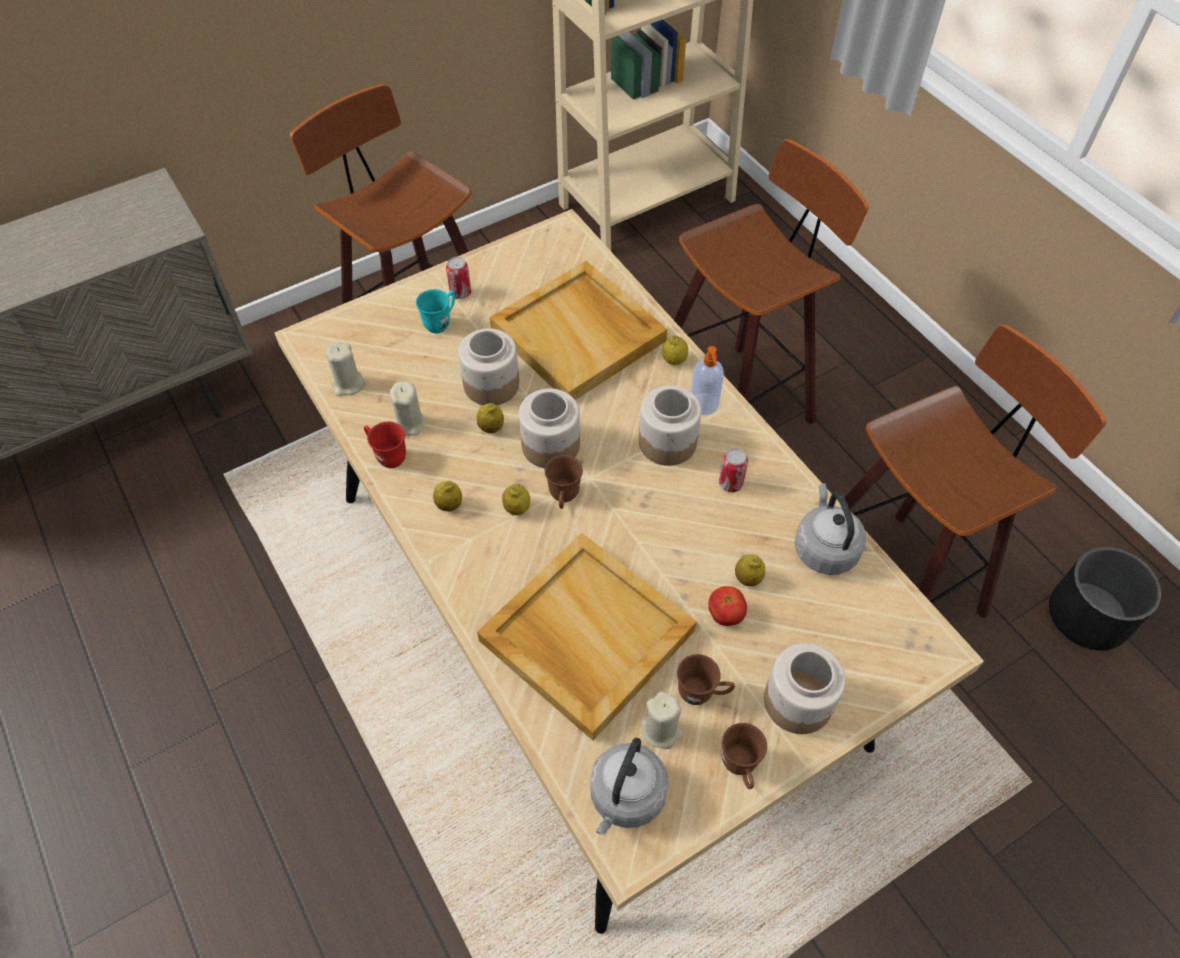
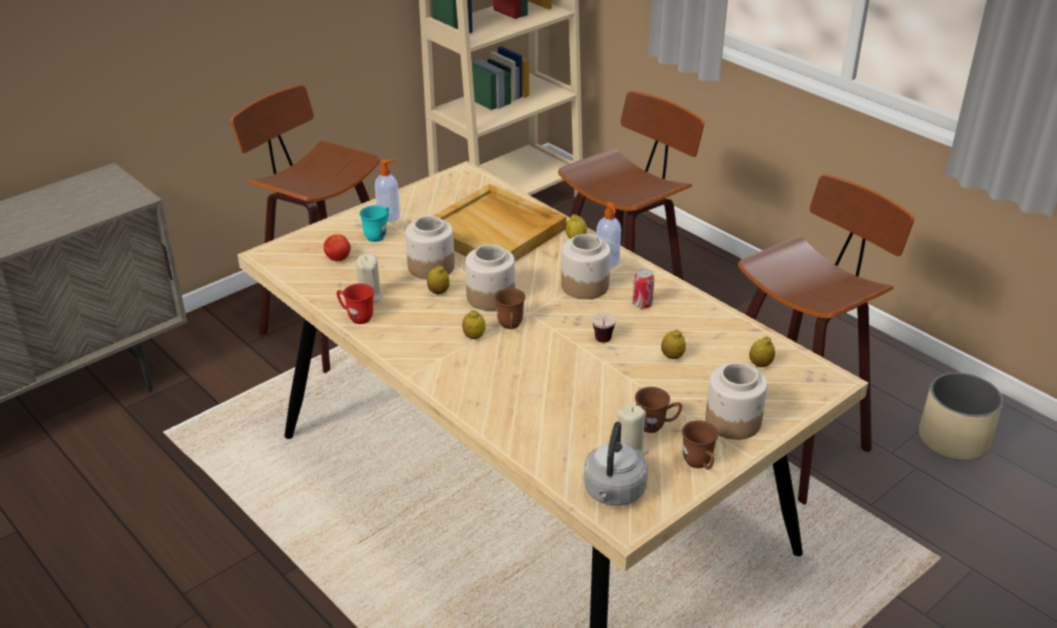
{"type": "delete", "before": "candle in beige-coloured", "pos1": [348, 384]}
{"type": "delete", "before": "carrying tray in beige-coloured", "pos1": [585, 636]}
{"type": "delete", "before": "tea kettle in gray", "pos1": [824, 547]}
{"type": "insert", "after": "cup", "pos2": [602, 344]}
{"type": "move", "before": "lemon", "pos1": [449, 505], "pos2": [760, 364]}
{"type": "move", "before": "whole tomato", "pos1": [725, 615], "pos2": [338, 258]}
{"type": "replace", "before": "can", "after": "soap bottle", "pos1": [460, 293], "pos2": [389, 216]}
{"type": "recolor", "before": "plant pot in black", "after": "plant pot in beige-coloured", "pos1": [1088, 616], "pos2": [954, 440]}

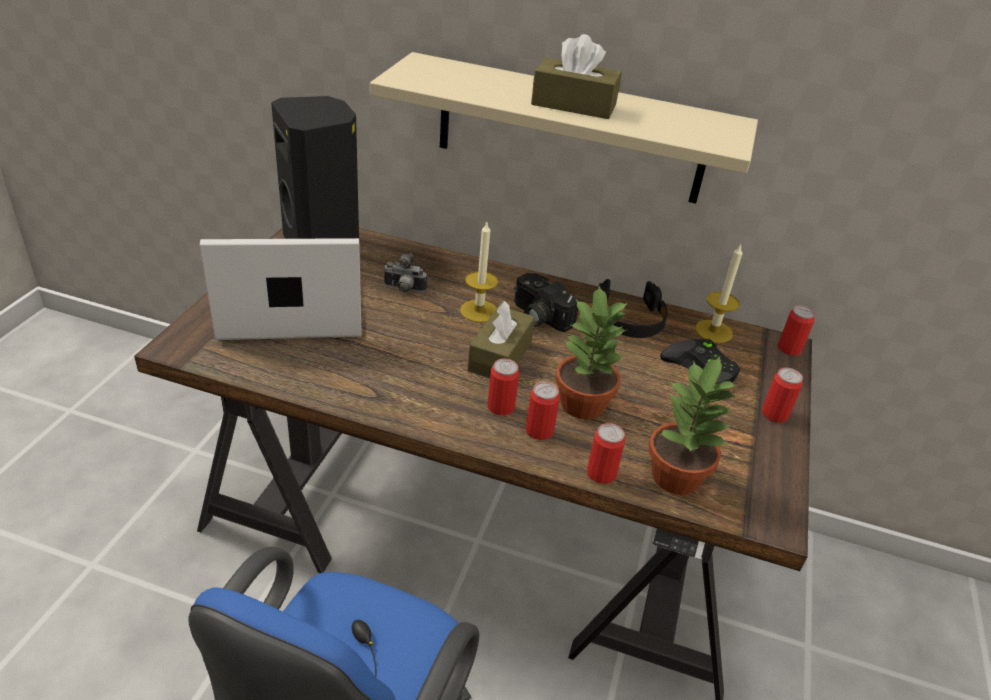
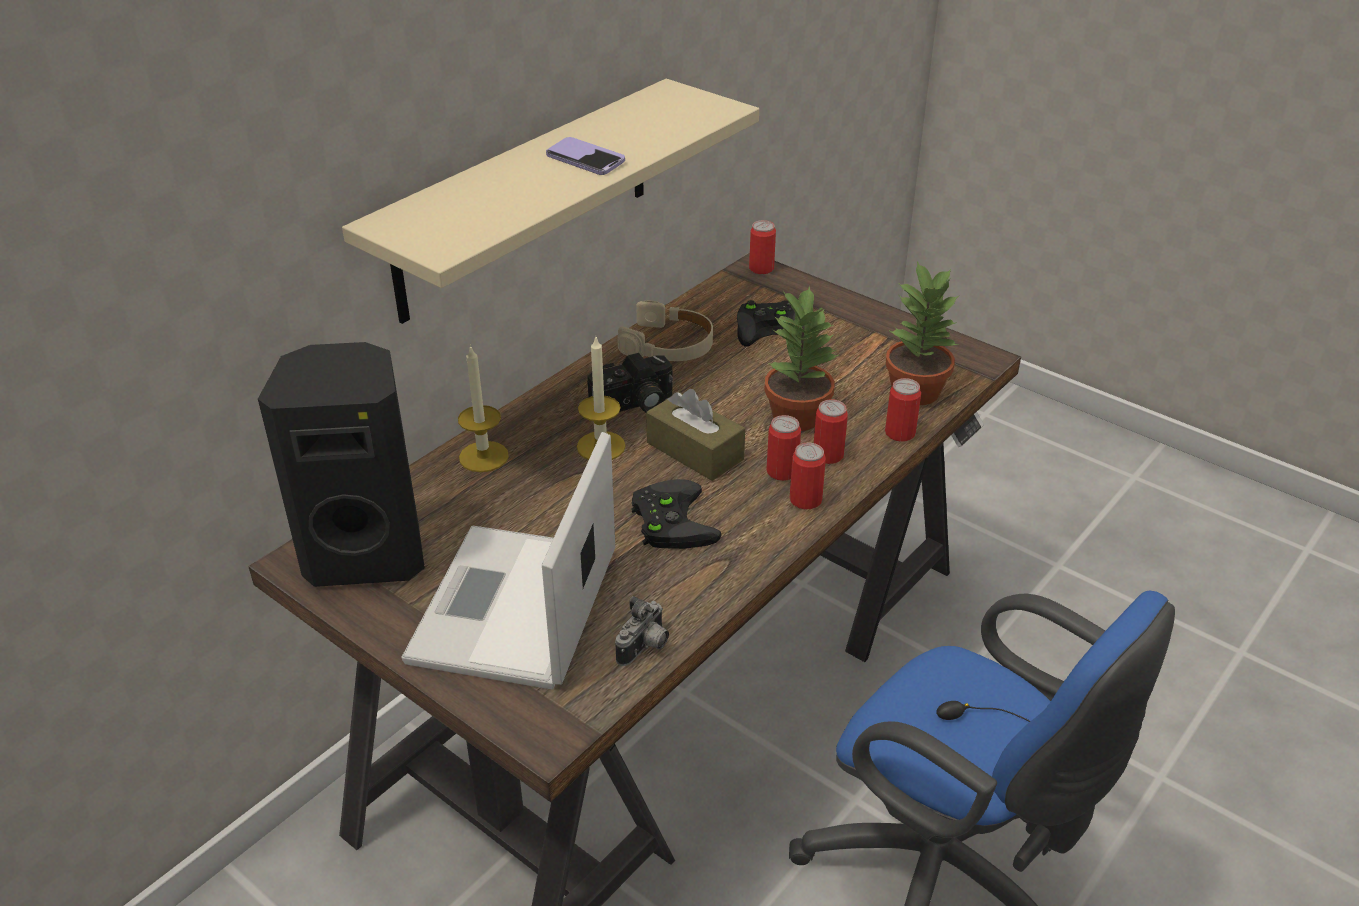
{"type": "insert", "after": "game controller in black", "pos2": [669, 520]}
{"type": "move", "before": "photo camera", "pos1": [404, 290], "pos2": [645, 648]}
{"type": "move", "before": "candle", "pos1": [713, 331], "pos2": [483, 456]}
{"type": "move", "before": "can", "pos1": [774, 414], "pos2": [805, 500]}
{"type": "replace", "before": "box of tissues in brown-coloured", "after": "phone", "pos1": [573, 105], "pos2": [585, 159]}
{"type": "recolor", "before": "headset in black", "after": "headset in beige-coloured", "pos1": [630, 319], "pos2": [668, 345]}

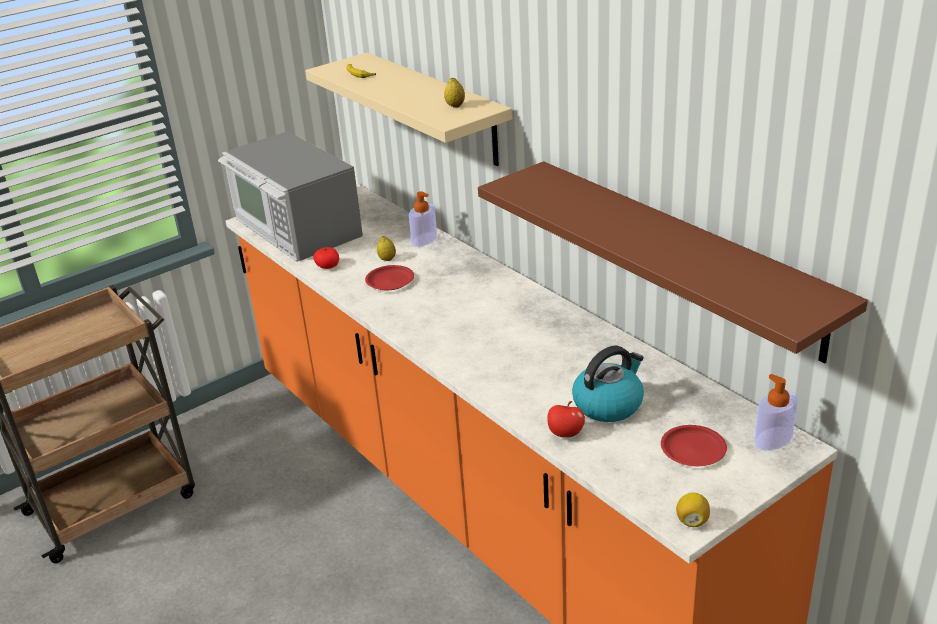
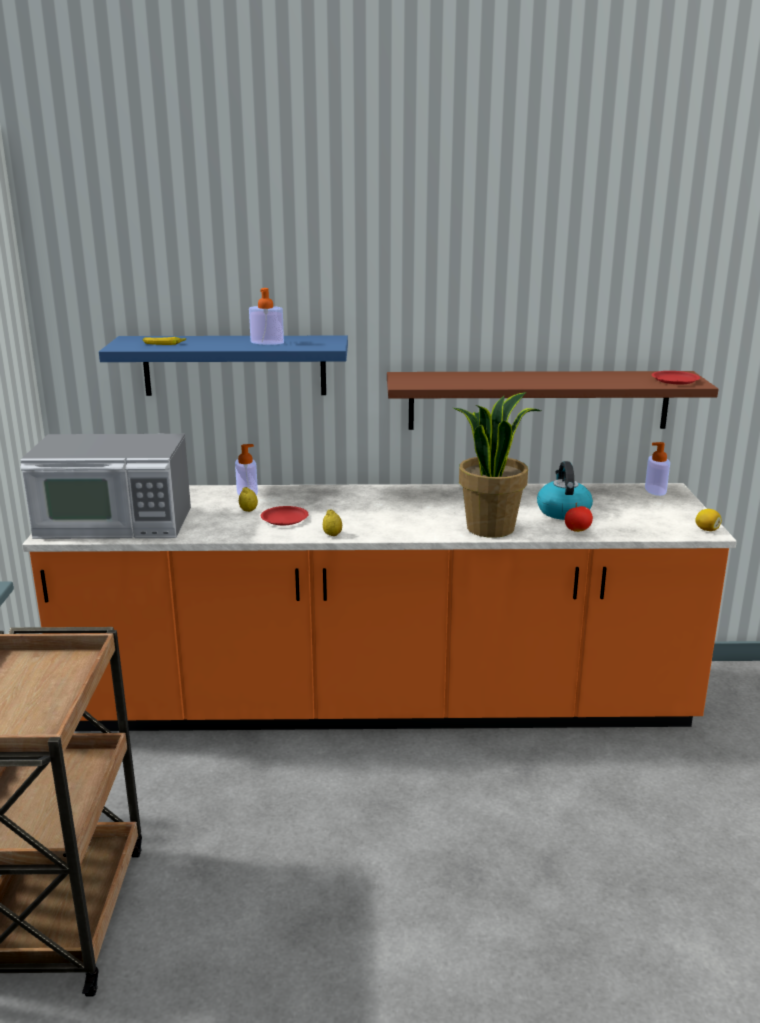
{"type": "delete", "before": "whole tomato", "pos1": [328, 266]}
{"type": "insert", "after": "soap bottle", "pos2": [267, 342]}
{"type": "insert", "after": "potted plant", "pos2": [490, 528]}
{"type": "move", "before": "lemon", "pos1": [455, 106], "pos2": [332, 535]}
{"type": "move", "before": "flat dish in red-coloured", "pos1": [693, 449], "pos2": [674, 380]}
{"type": "recolor", "before": "bracket shelf in beige-coloured", "after": "bracket shelf in blue", "pos1": [436, 108], "pos2": [234, 365]}

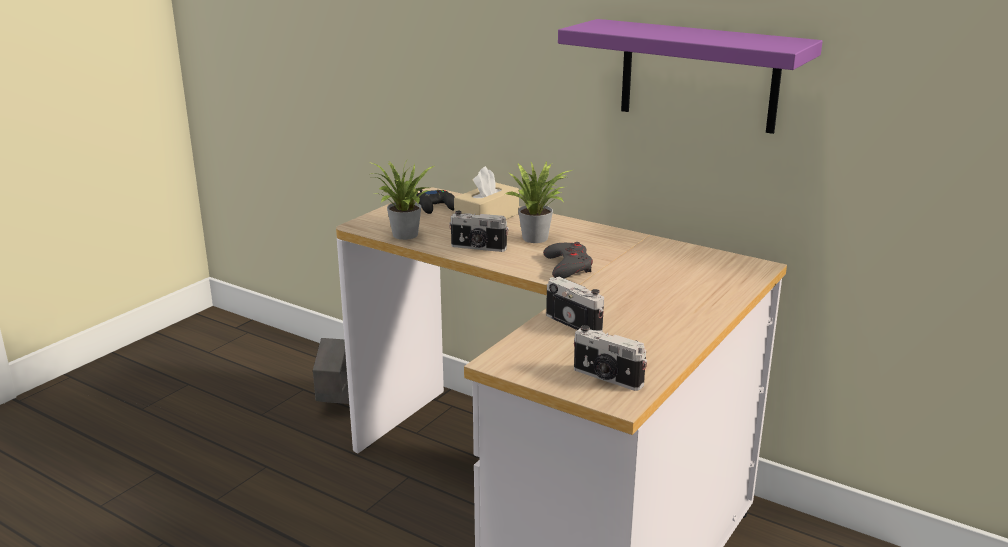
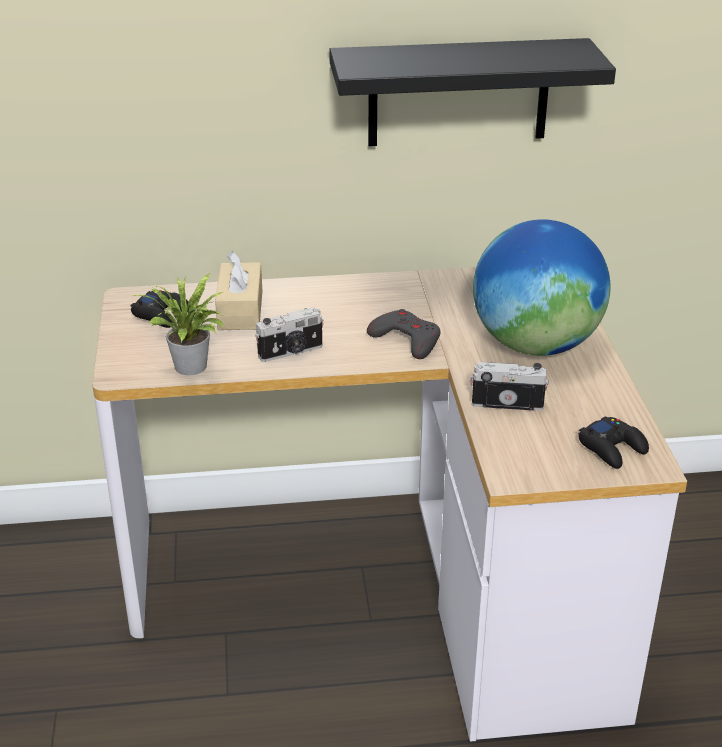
{"type": "delete", "before": "plant pot in gray", "pos1": [339, 402]}
{"type": "delete", "before": "potted plant", "pos1": [538, 238]}
{"type": "insert", "after": "desk globe", "pos2": [535, 345]}
{"type": "replace", "before": "photo camera", "after": "game controller in black", "pos1": [607, 378], "pos2": [612, 448]}
{"type": "recolor", "before": "bracket shelf in purple", "after": "bracket shelf in black", "pos1": [698, 75], "pos2": [458, 92]}

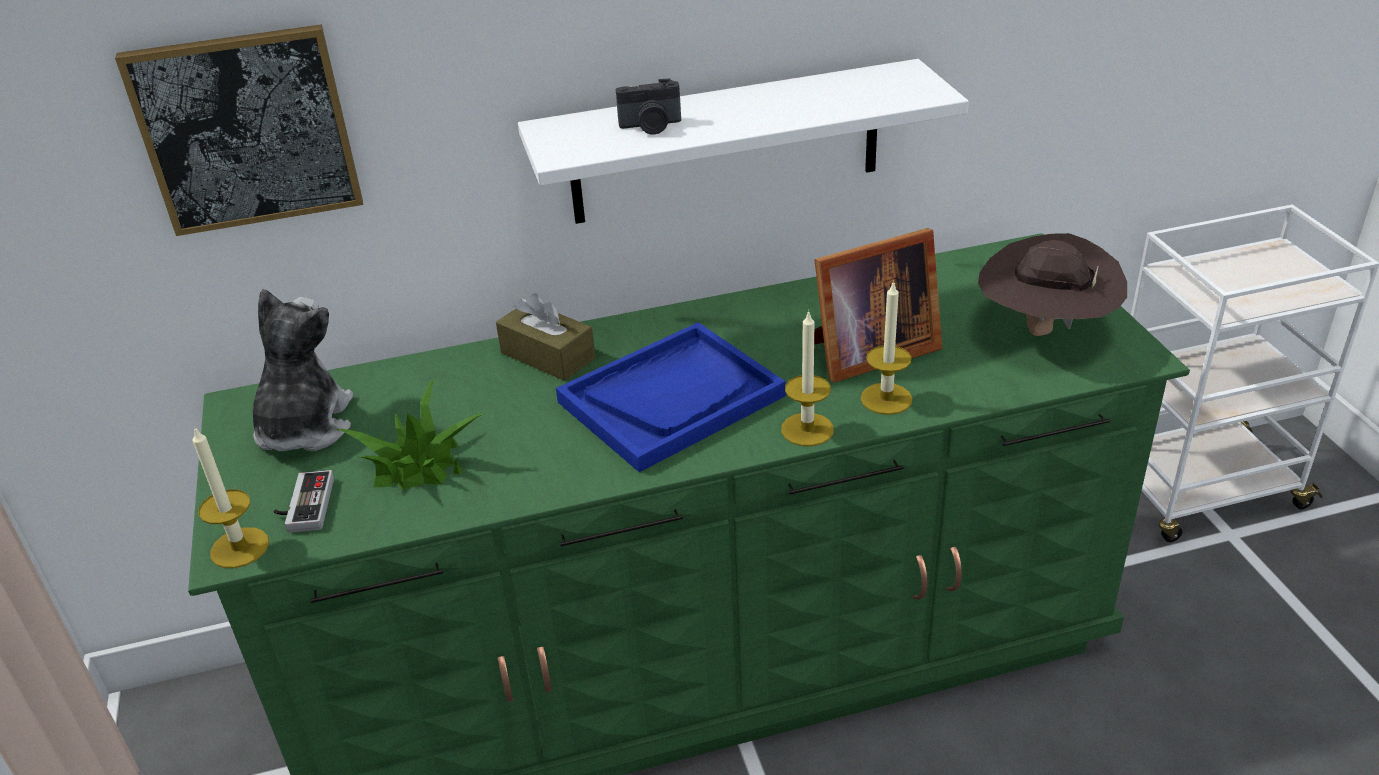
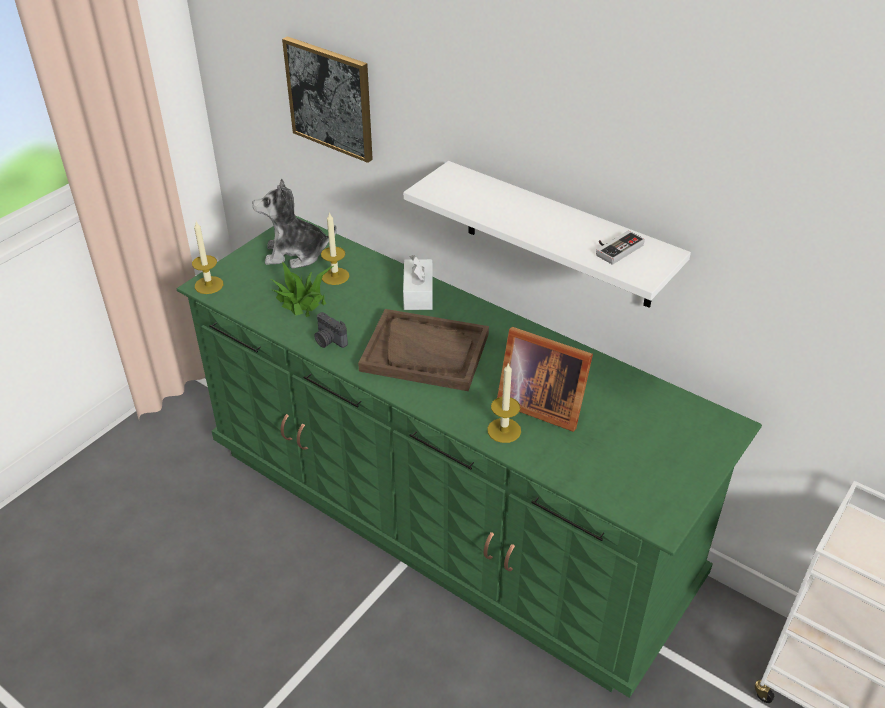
{"type": "delete", "before": "hat in brown-coloured", "pos1": [1044, 331]}
{"type": "move", "before": "game controller", "pos1": [303, 506], "pos2": [615, 248]}
{"type": "move", "before": "photo camera", "pos1": [651, 126], "pos2": [329, 341]}
{"type": "move", "before": "candle", "pos1": [807, 429], "pos2": [335, 276]}
{"type": "recolor", "before": "box of tissues in brown-coloured", "after": "box of tissues in white-coloured", "pos1": [548, 356], "pos2": [418, 293]}
{"type": "recolor", "before": "carrying tray in blue", "after": "carrying tray in brown-coloured", "pos1": [671, 398], "pos2": [425, 352]}
{"type": "rotate", "before": "cuddly toy", "pos1": [304, 427], "pos2": [295, 254], "turn": -150}

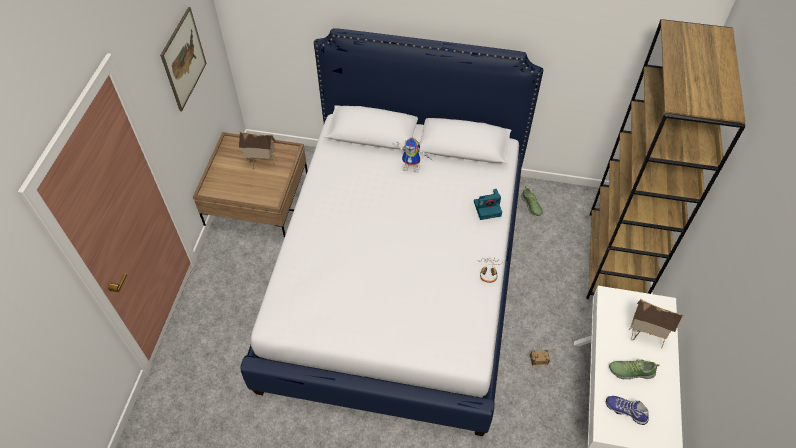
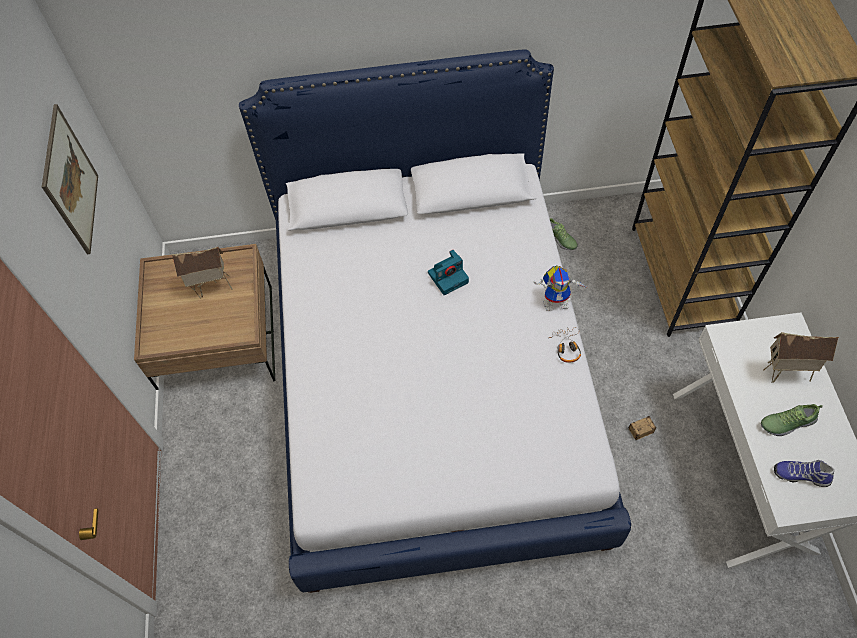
{"type": "move", "before": "toy robot", "pos1": [412, 166], "pos2": [557, 301]}
{"type": "move", "before": "photo camera", "pos1": [488, 208], "pos2": [448, 277]}

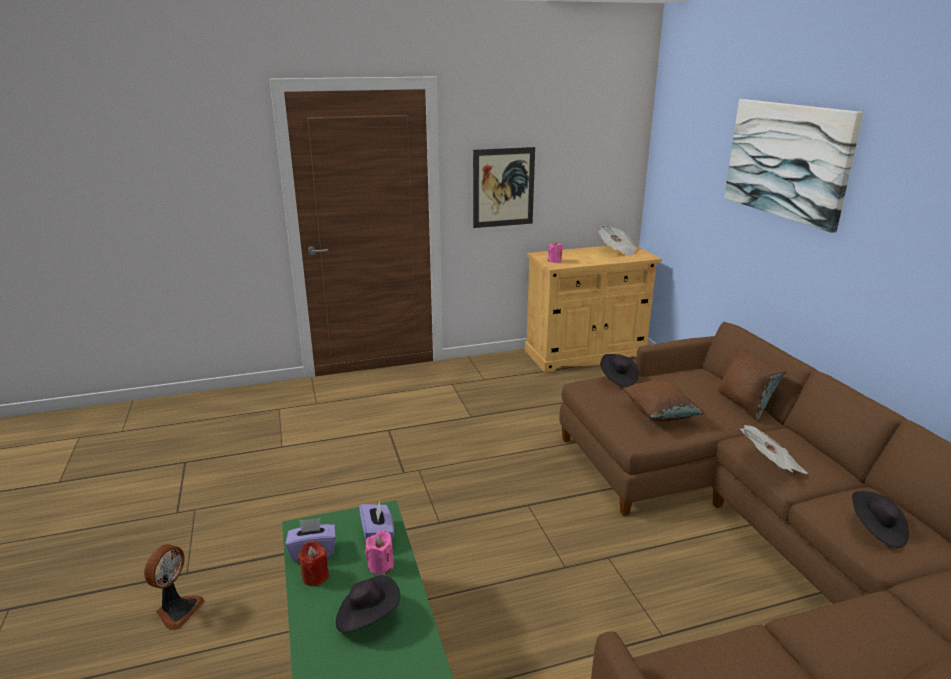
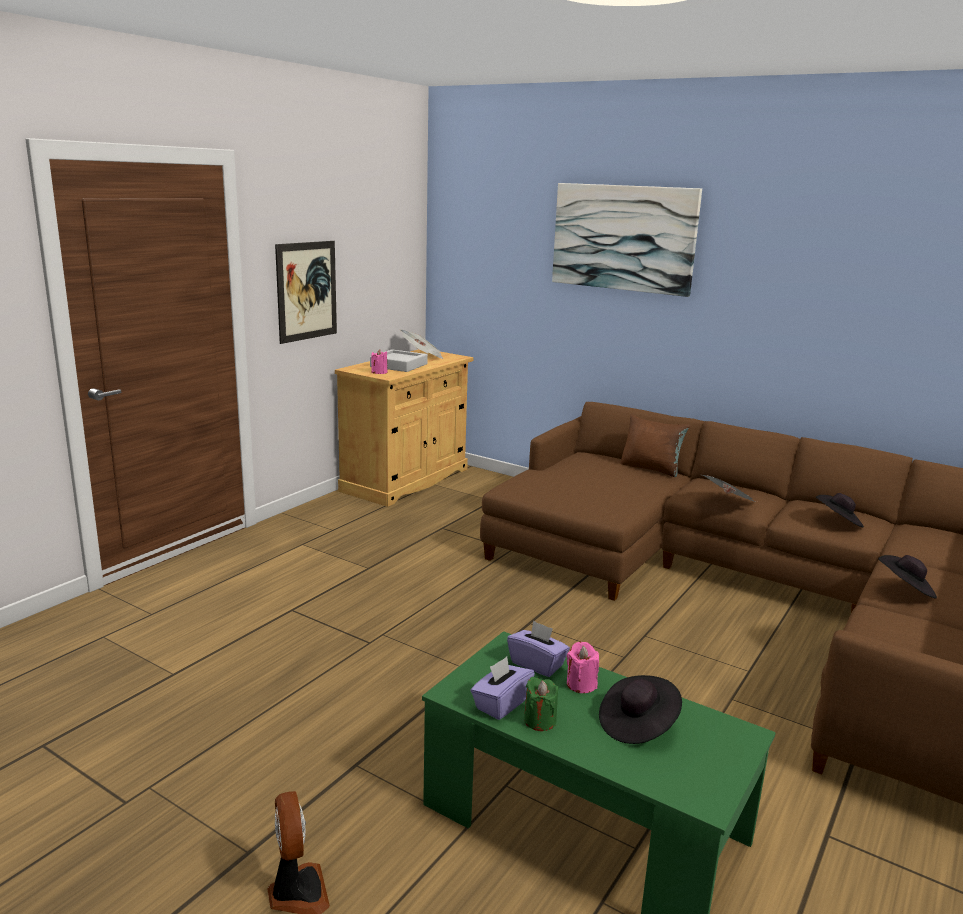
{"type": "delete", "before": "cushion in brown-coloured", "pos1": [660, 415]}
{"type": "insert", "after": "carrying tray in gray", "pos2": [399, 365]}
{"type": "move", "before": "hat in black", "pos1": [617, 378], "pos2": [905, 589]}
{"type": "recolor", "before": "candle in red-coloured", "after": "candle in green", "pos1": [315, 576], "pos2": [540, 721]}

